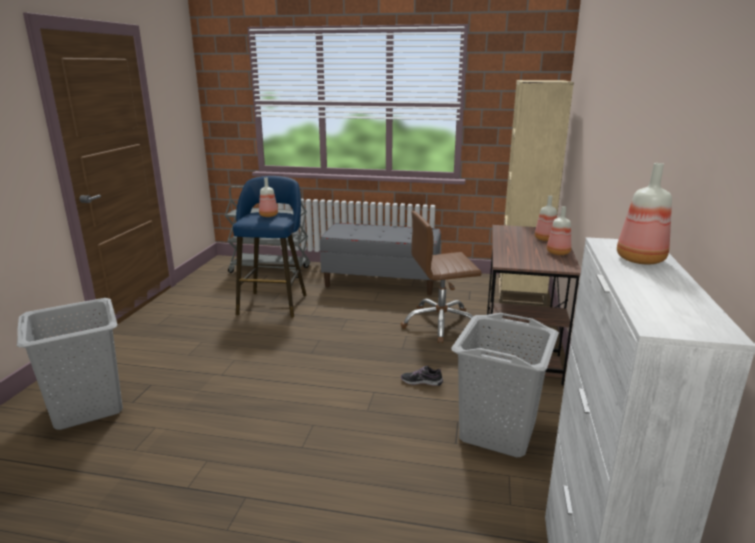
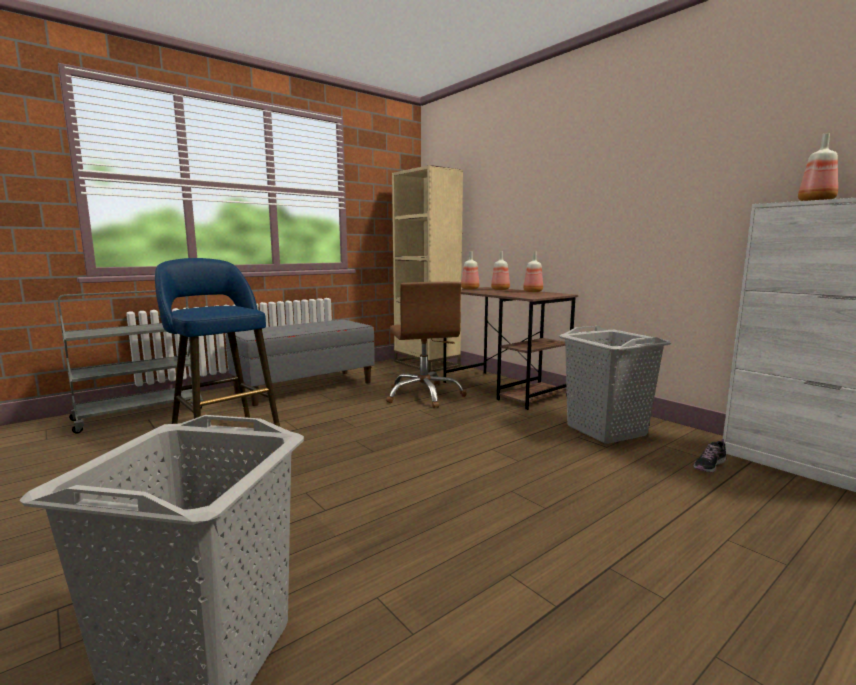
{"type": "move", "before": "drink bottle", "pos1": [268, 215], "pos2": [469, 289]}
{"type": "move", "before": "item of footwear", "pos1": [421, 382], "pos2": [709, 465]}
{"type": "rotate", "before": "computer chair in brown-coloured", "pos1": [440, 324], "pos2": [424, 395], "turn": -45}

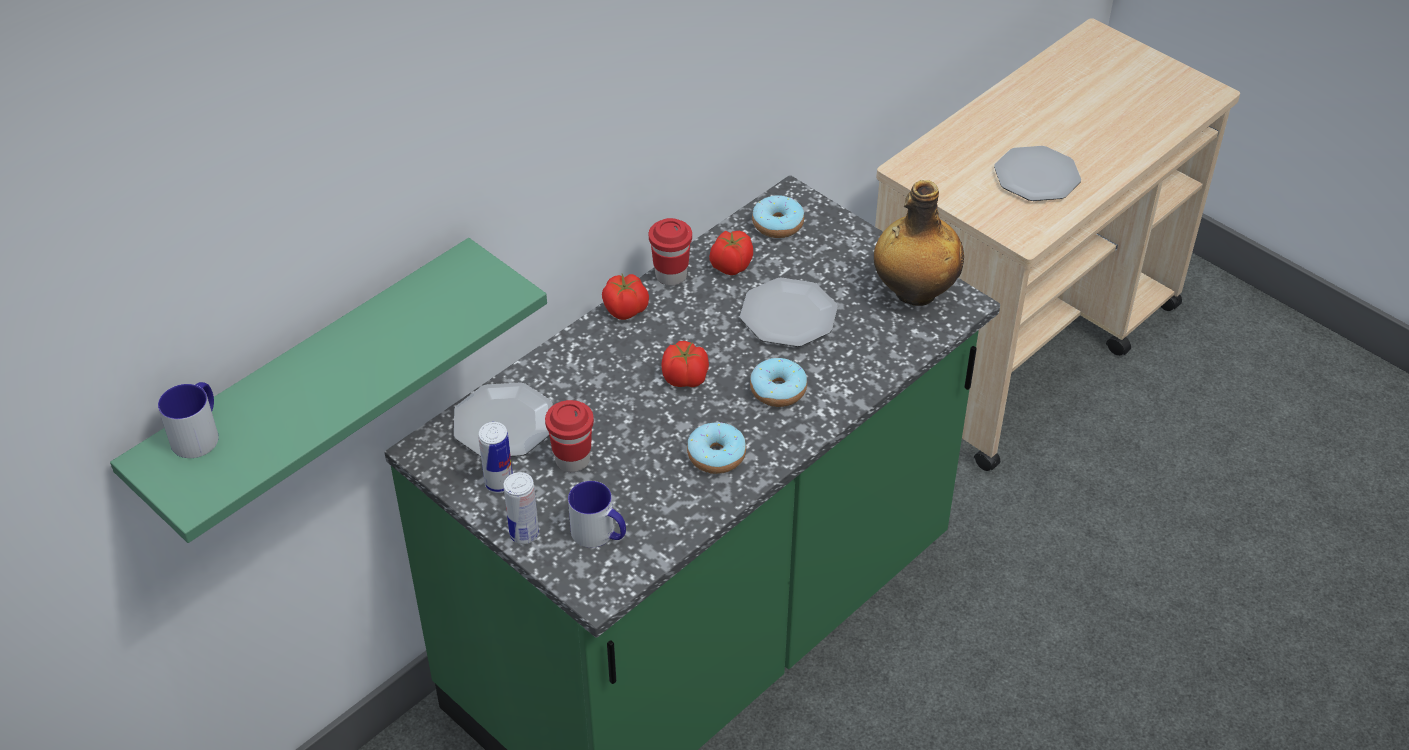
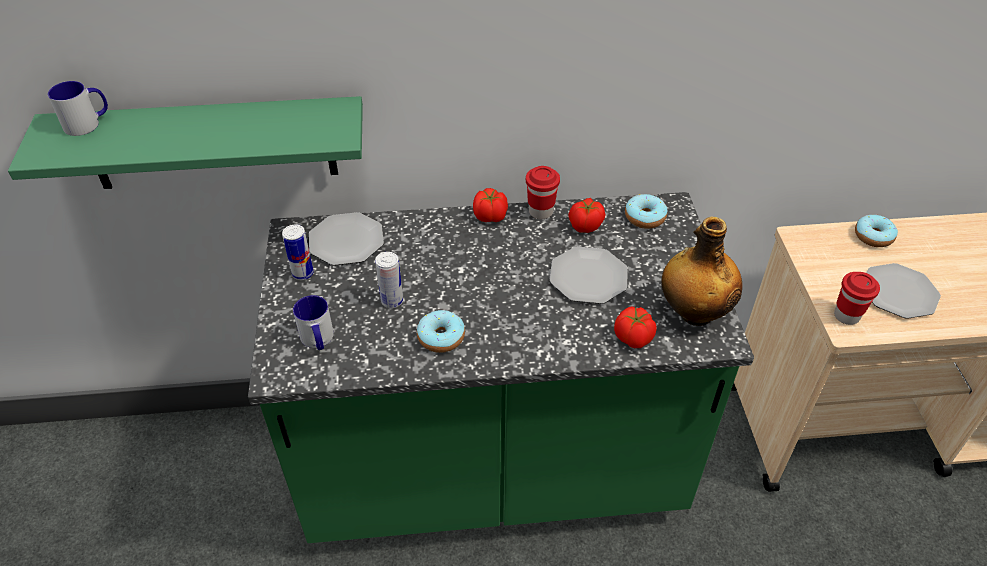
{"type": "move", "before": "can", "pos1": [524, 534], "pos2": [392, 301]}
{"type": "move", "before": "cup in red-coloured", "pos1": [572, 460], "pos2": [846, 316]}
{"type": "move", "before": "whole tomato", "pos1": [685, 379], "pos2": [633, 339]}
{"type": "move", "before": "ring doughnut", "pos1": [778, 390], "pos2": [873, 236]}

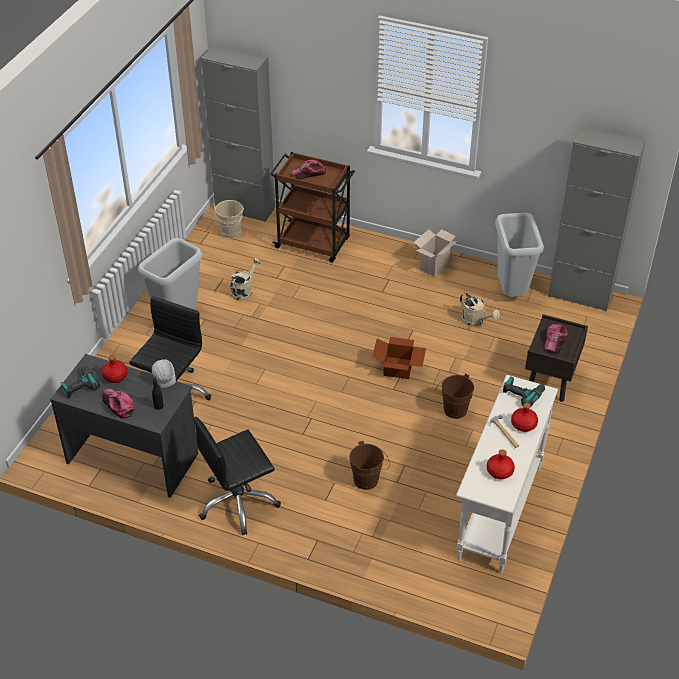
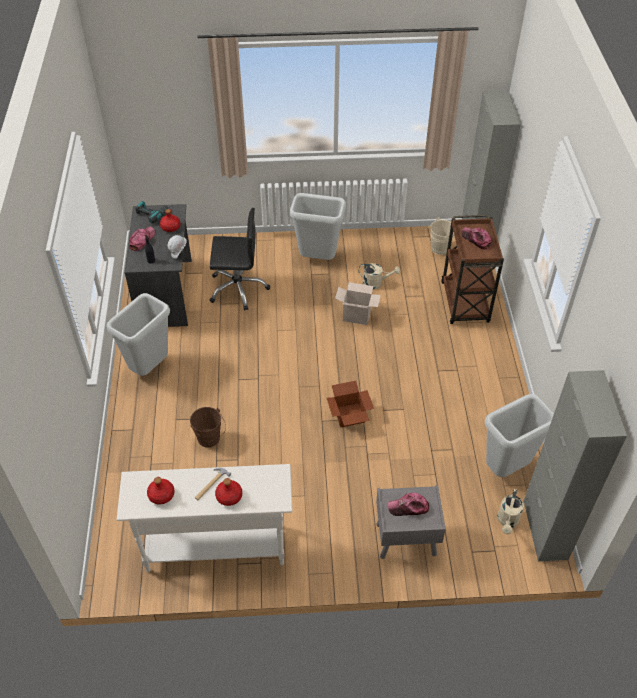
{"type": "delete", "before": "pail in brown-coloured", "pos1": [453, 409]}
{"type": "delete", "before": "drill", "pos1": [523, 394]}
{"type": "move", "before": "cardboard box", "pos1": [434, 265], "pos2": [357, 316]}
{"type": "move", "before": "watering can in beige-coloured", "pos1": [476, 321], "pos2": [507, 521]}
{"type": "replace", "before": "computer chair in black", "after": "waste bin in gray", "pos1": [238, 502], "pos2": [149, 367]}
{"type": "recolor", "before": "nightstand in brown-coloured", "after": "nightstand in gray", "pos1": [551, 380], "pos2": [405, 539]}

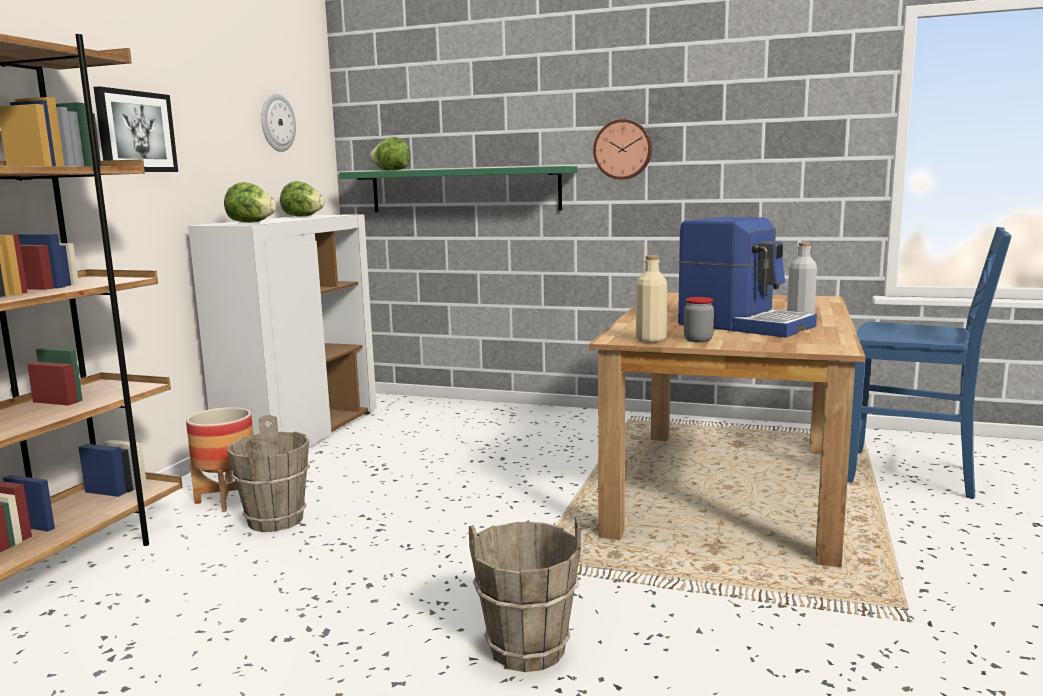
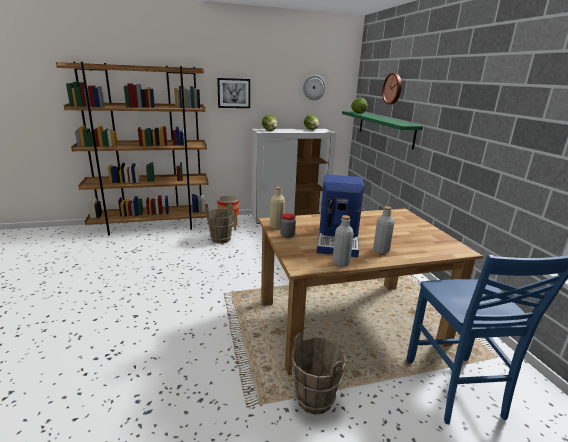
{"type": "insert", "after": "drink bottle in gray", "pos2": [341, 262]}
{"type": "move", "before": "pail in brown-coloured", "pos1": [527, 649], "pos2": [315, 398]}
{"type": "move", "before": "clock on the wall", "pos1": [623, 149], "pos2": [393, 89]}

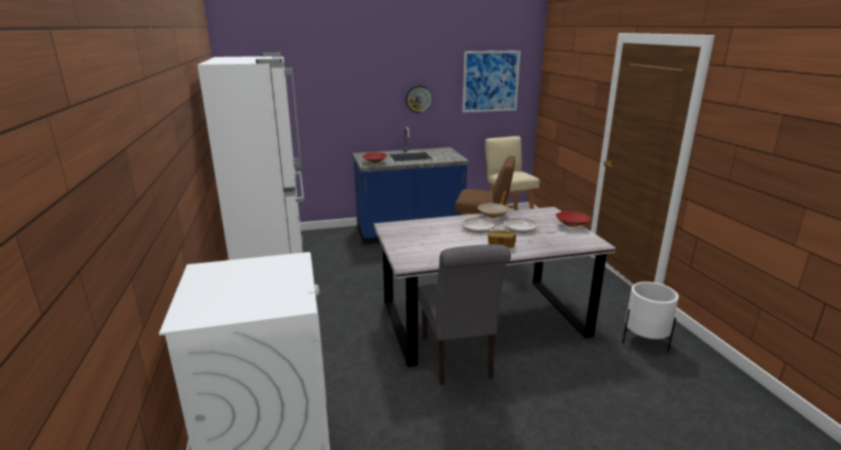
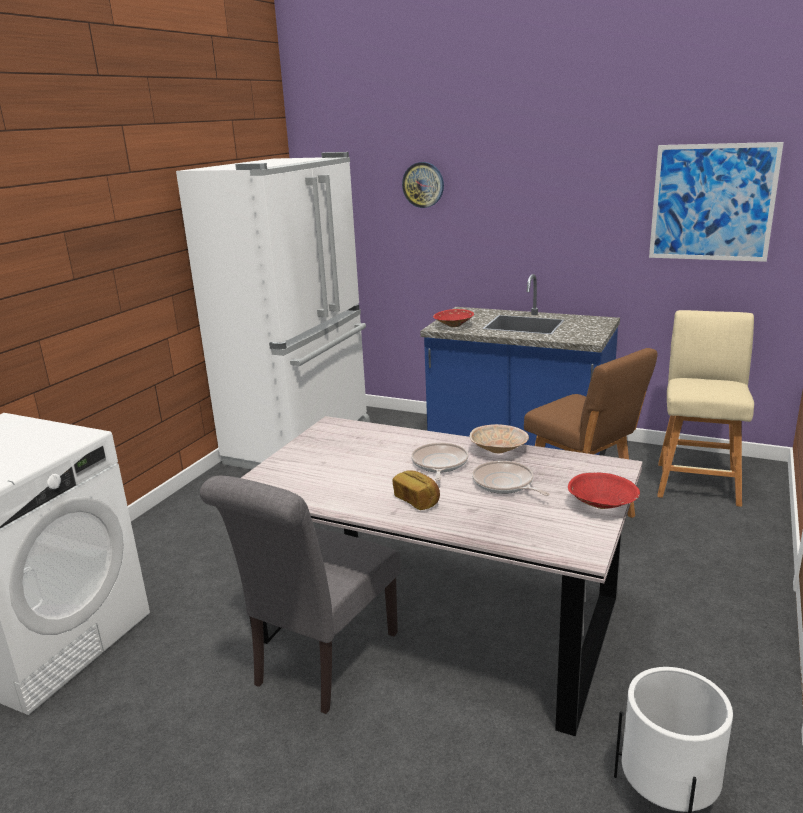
{"type": "move", "before": "clock on the wall", "pos1": [418, 99], "pos2": [423, 185]}

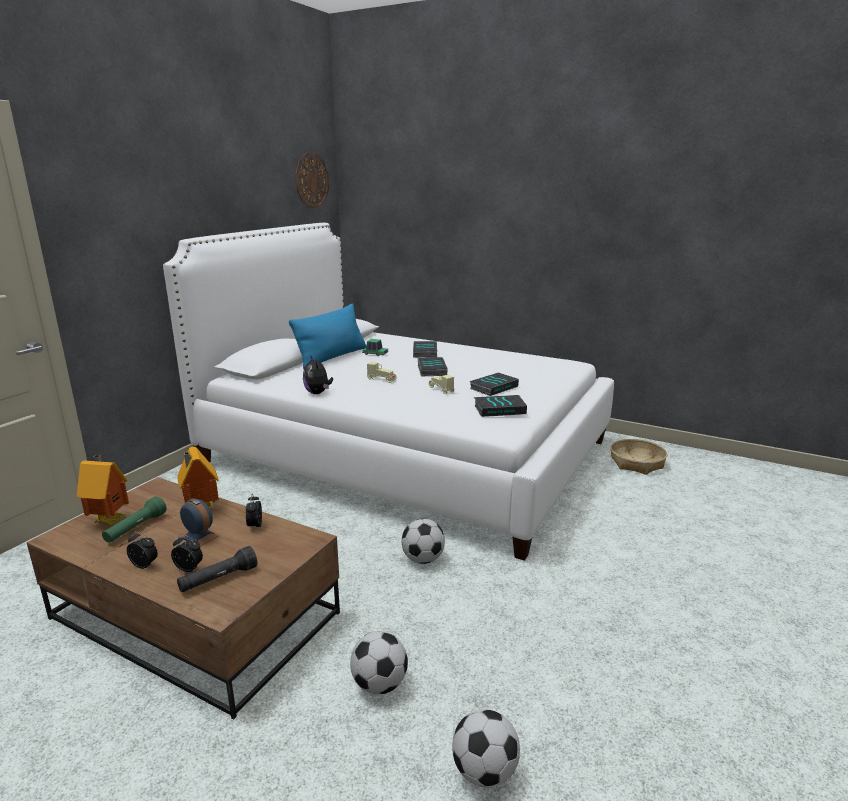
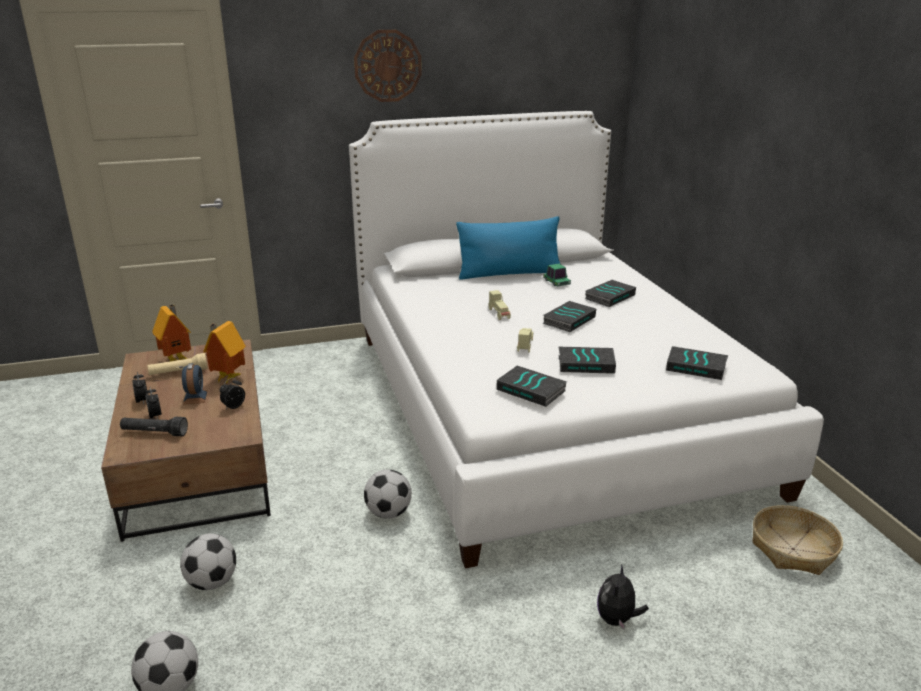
{"type": "insert", "after": "book", "pos2": [696, 367]}
{"type": "move", "before": "clock on the wall", "pos1": [312, 180], "pos2": [387, 66]}
{"type": "move", "before": "cuddly toy", "pos1": [318, 393], "pos2": [617, 619]}
{"type": "recolor", "before": "hand torch in green", "after": "hand torch in beige-coloured", "pos1": [135, 528], "pos2": [178, 372]}

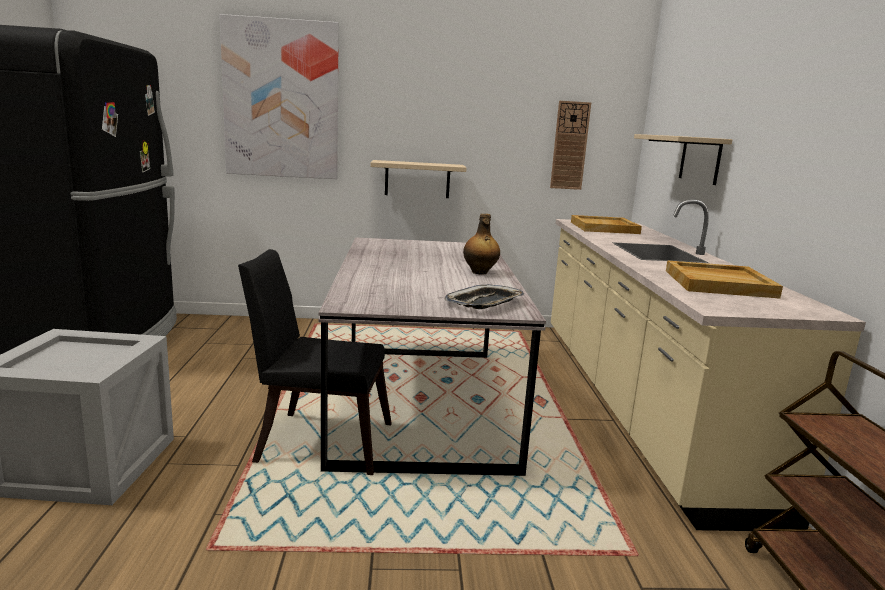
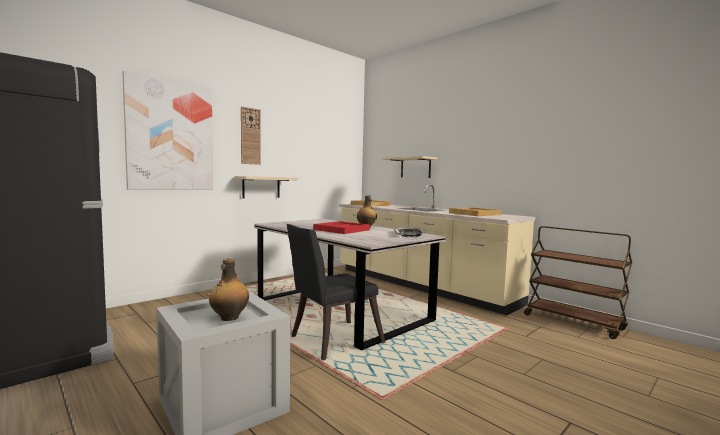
{"type": "insert", "after": "drink bottle", "pos2": [229, 318]}
{"type": "insert", "after": "carrying tray in red-coloured", "pos2": [341, 229]}
{"type": "move", "before": "clock on the wall", "pos1": [570, 145], "pos2": [250, 136]}

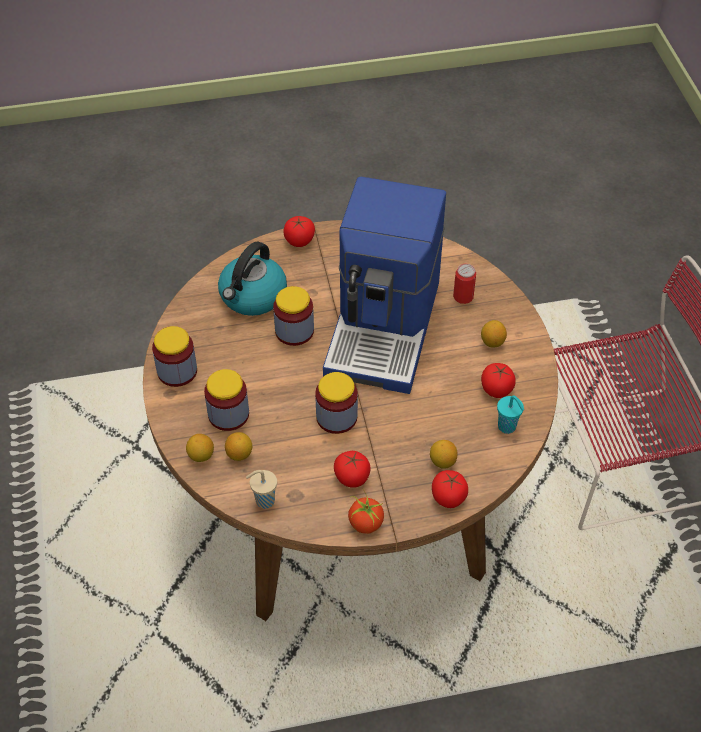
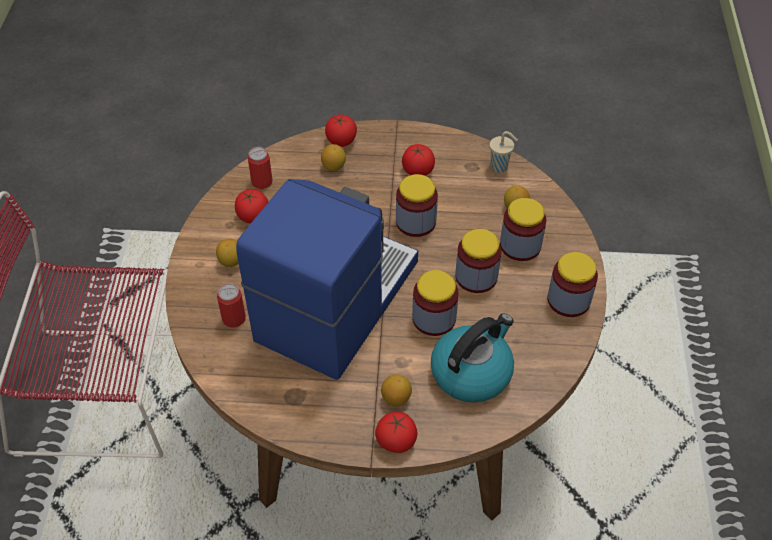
{"type": "delete", "before": "whole tomato", "pos1": [365, 523]}
{"type": "insert", "after": "preserve jar", "pos2": [476, 276]}
{"type": "move", "before": "lemon", "pos1": [201, 456], "pos2": [396, 398]}
{"type": "replace", "before": "cup in blue-green", "after": "can", "pos1": [507, 427], "pos2": [262, 182]}

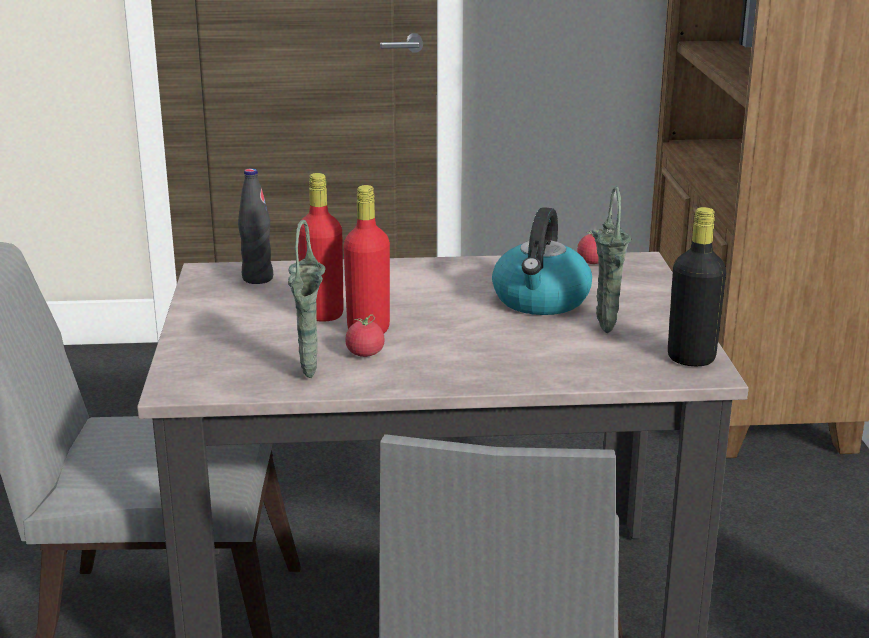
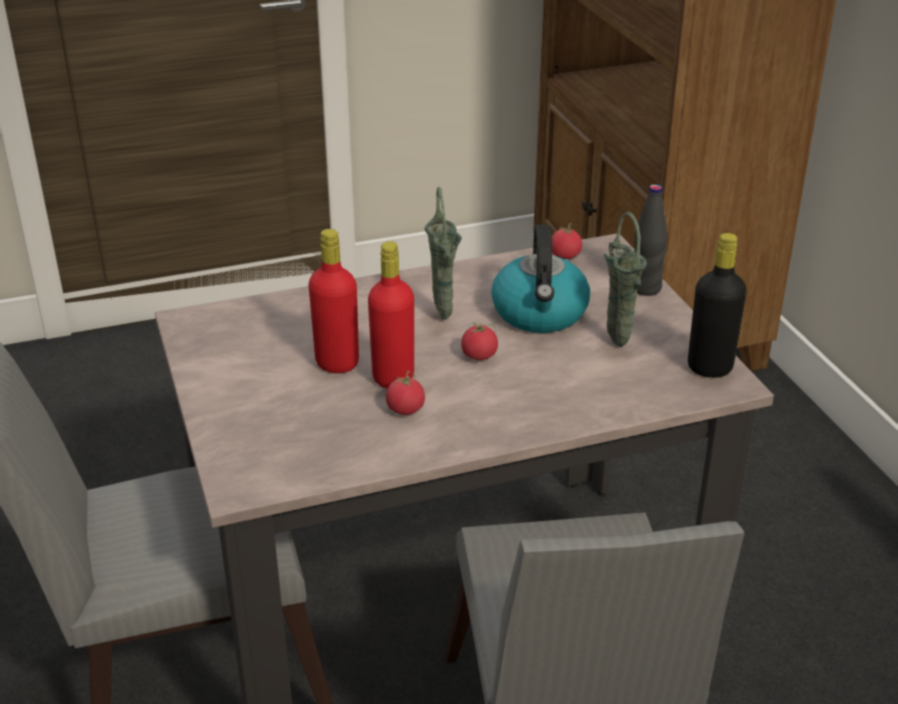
{"type": "insert", "after": "whole tomato", "pos2": [479, 356]}
{"type": "move", "before": "drink bottle in black", "pos1": [257, 278], "pos2": [645, 288]}
{"type": "move", "before": "decorative vase in green", "pos1": [309, 377], "pos2": [444, 318]}

